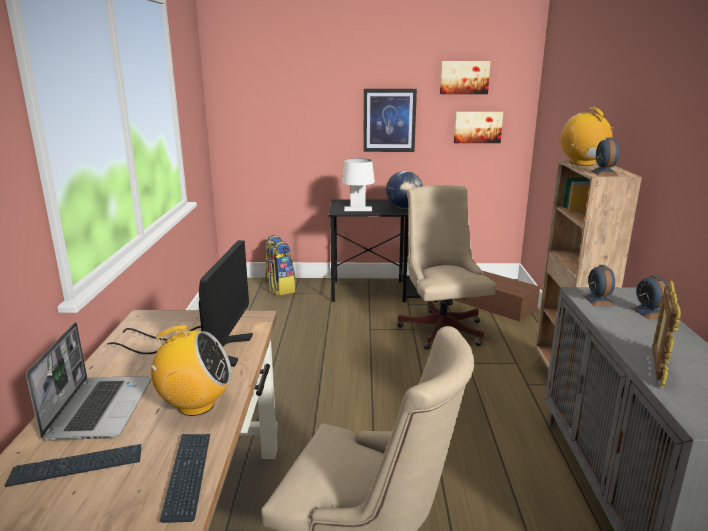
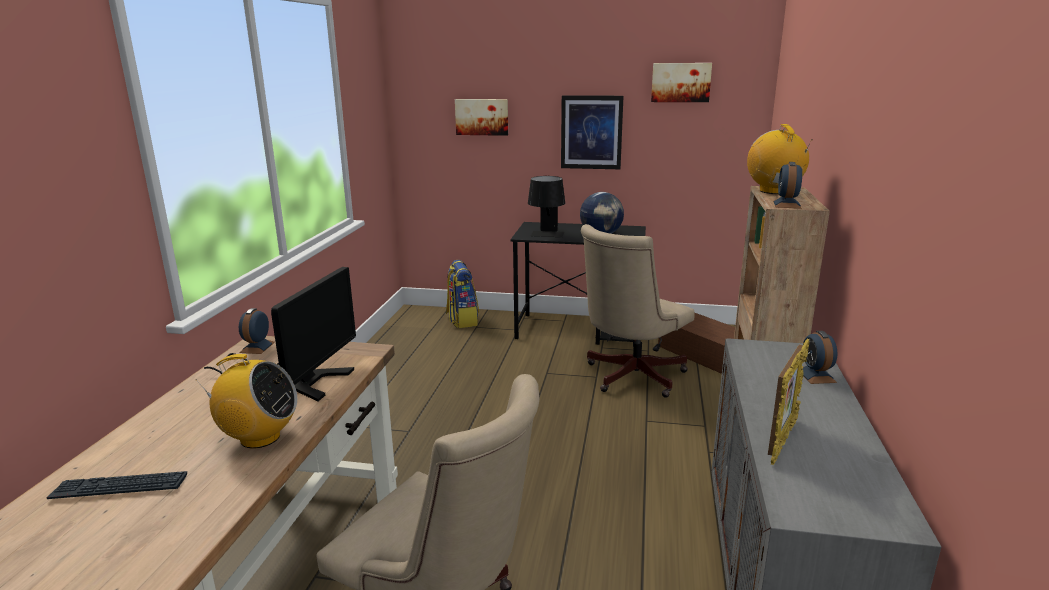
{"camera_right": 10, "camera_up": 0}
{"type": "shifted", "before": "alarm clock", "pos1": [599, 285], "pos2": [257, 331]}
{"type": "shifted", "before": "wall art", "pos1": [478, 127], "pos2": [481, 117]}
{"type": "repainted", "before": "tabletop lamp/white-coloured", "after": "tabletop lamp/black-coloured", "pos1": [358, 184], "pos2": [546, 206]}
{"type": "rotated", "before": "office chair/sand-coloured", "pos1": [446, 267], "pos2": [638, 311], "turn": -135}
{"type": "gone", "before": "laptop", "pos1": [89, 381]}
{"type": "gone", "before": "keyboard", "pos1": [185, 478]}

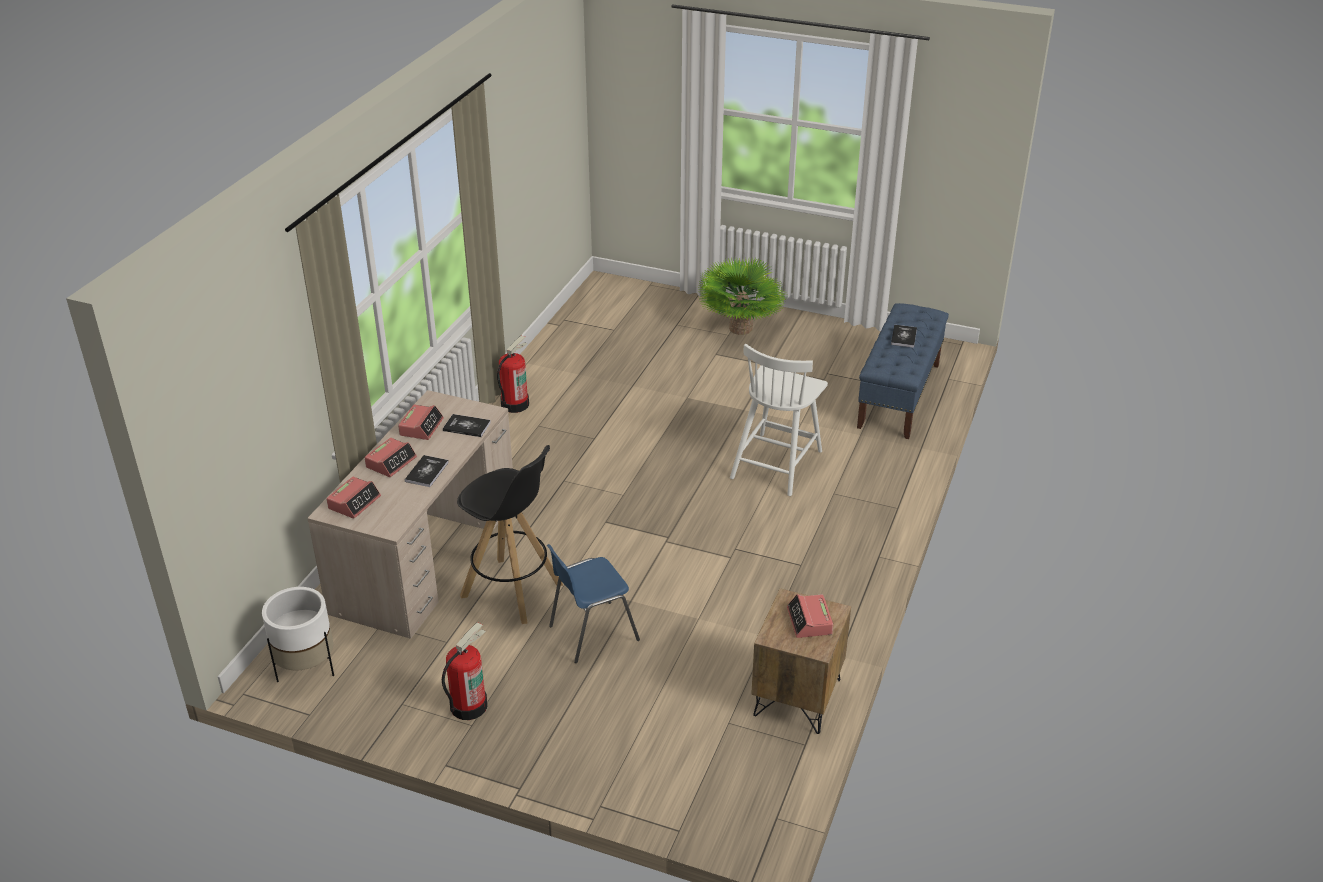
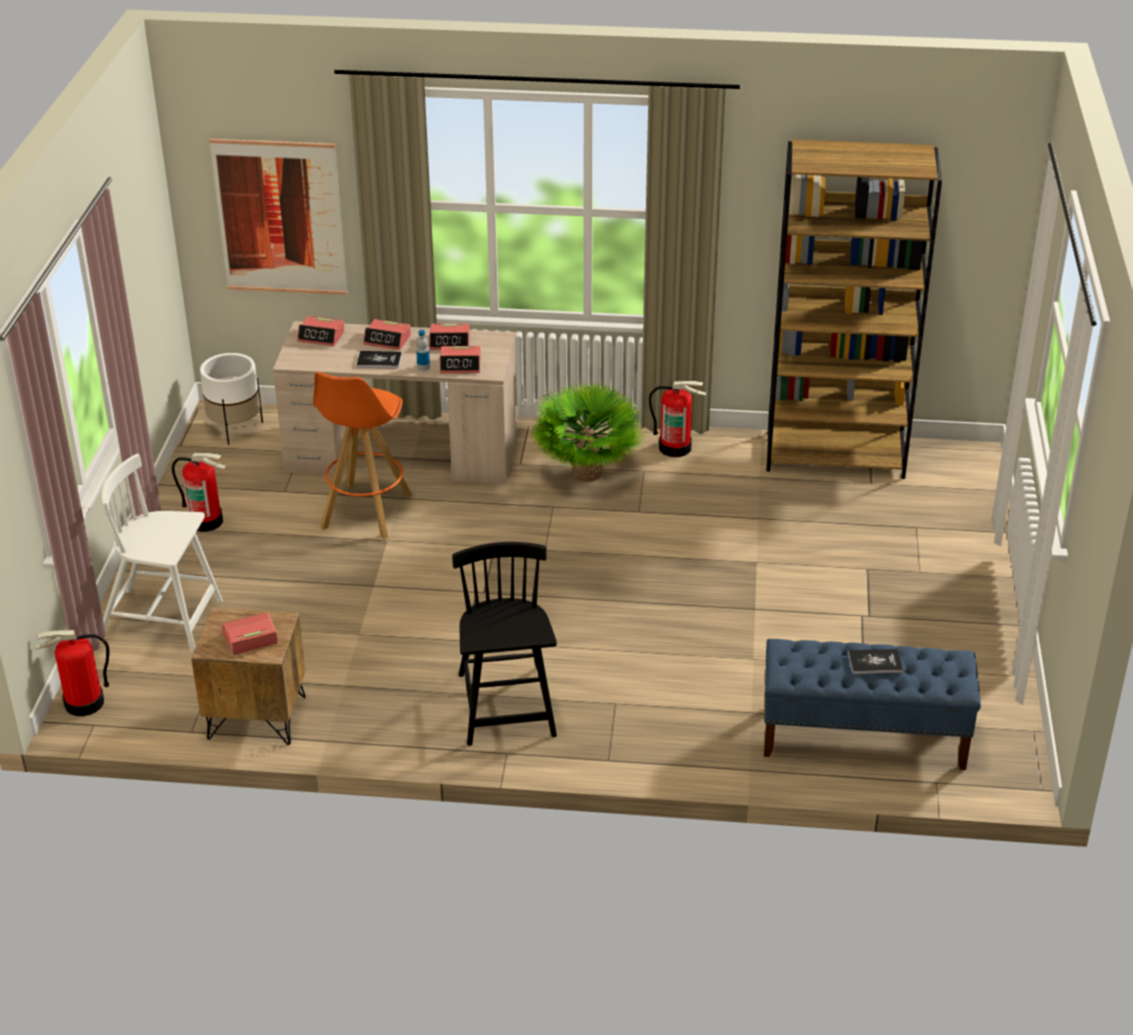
{"camera_right": 75, "camera_up": 0}
{"type": "new", "after": "fire-fighting cylinder", "pos2": [72, 673]}
{"type": "shifted", "before": "plain chair/white-coloured", "pos1": [779, 420], "pos2": [162, 553]}
{"type": "new", "after": "wall art", "pos2": [278, 217]}
{"type": "repainted", "before": "stool seat/black-coloured", "after": "stool seat/orangey", "pos1": [510, 534], "pos2": [363, 456]}
{"type": "new", "after": "bottle", "pos2": [423, 350]}
{"type": "swapped", "before": "bound book", "after": "alarm clock", "pos1": [467, 425], "pos2": [460, 359]}
{"type": "new", "after": "plain chair/black-coloured", "pos2": [504, 644]}
{"type": "shifted", "before": "potted plant", "pos1": [742, 296], "pos2": [588, 432]}
{"type": "new", "after": "bookshelf/brownish", "pos2": [854, 309]}
{"type": "gone", "before": "plain chair/blue-coloured", "pos1": [593, 603]}

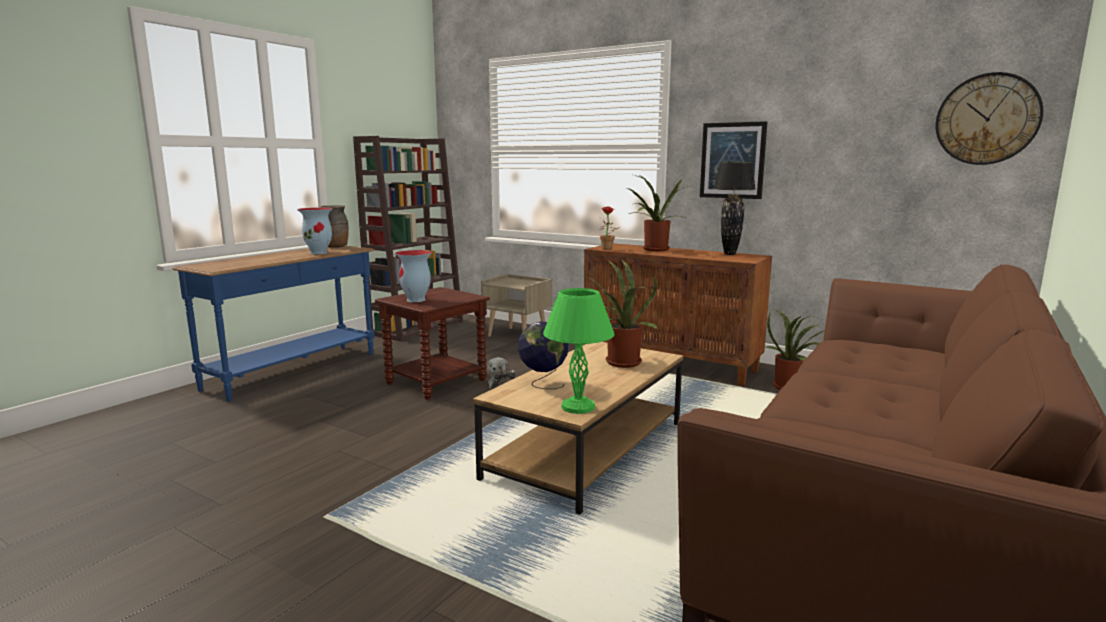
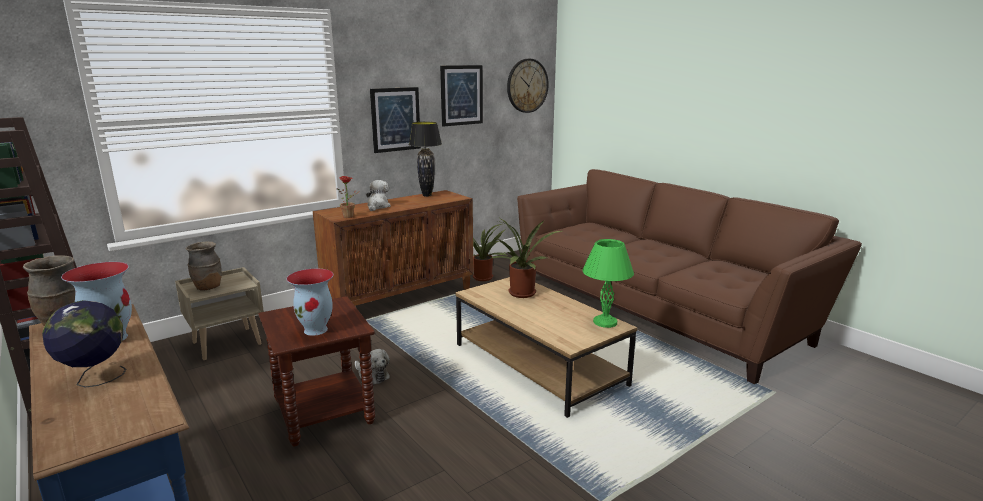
{"camera_right": -70, "camera_up": 5}
{"type": "shifted", "before": "globe", "pos1": [543, 355], "pos2": [84, 344]}
{"type": "new", "after": "decorative vase/brownish", "pos2": [204, 265]}
{"type": "swapped", "before": "potted plant", "after": "soft toy", "pos1": [658, 213], "pos2": [378, 195]}
{"type": "new", "after": "wall art", "pos2": [461, 96]}

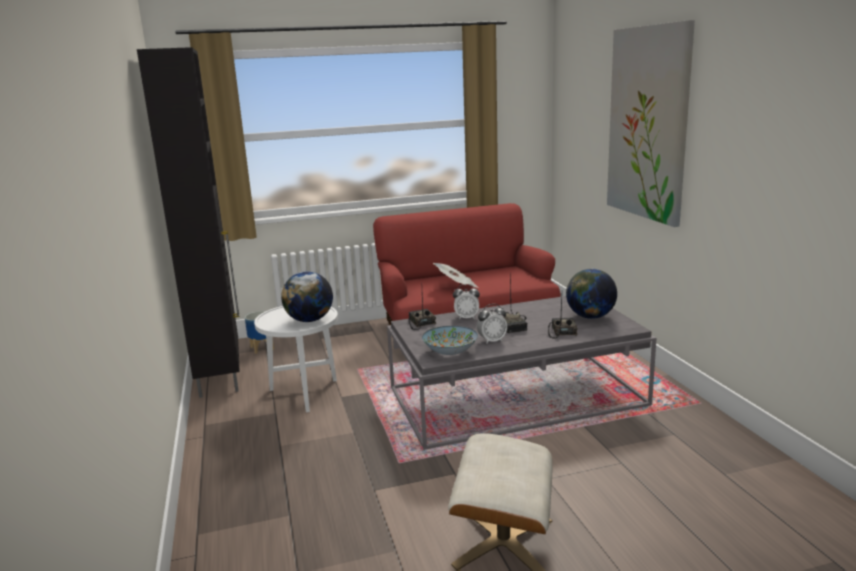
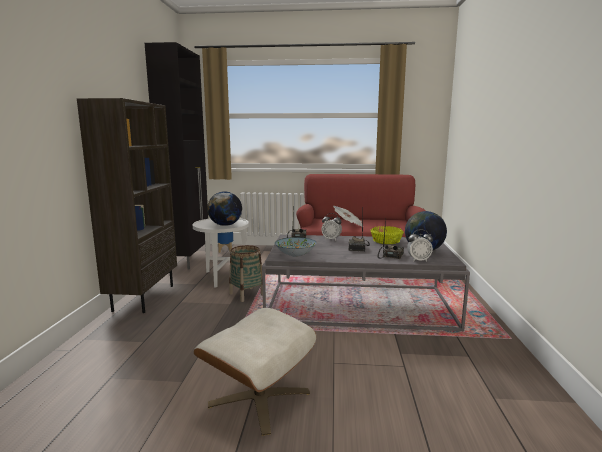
{"camera_right": 20, "camera_up": -5}
{"type": "new", "after": "bookshelf/brownish", "pos2": [127, 205]}
{"type": "new", "after": "storage basket", "pos2": [246, 273]}
{"type": "new", "after": "serving bowl/yellowish", "pos2": [387, 235]}
{"type": "shifted", "before": "alarm clock", "pos1": [492, 324], "pos2": [420, 245]}
{"type": "gone", "before": "wall art", "pos1": [651, 123]}

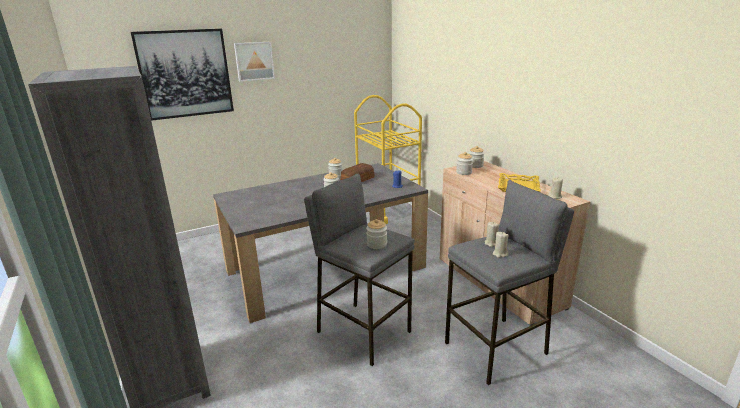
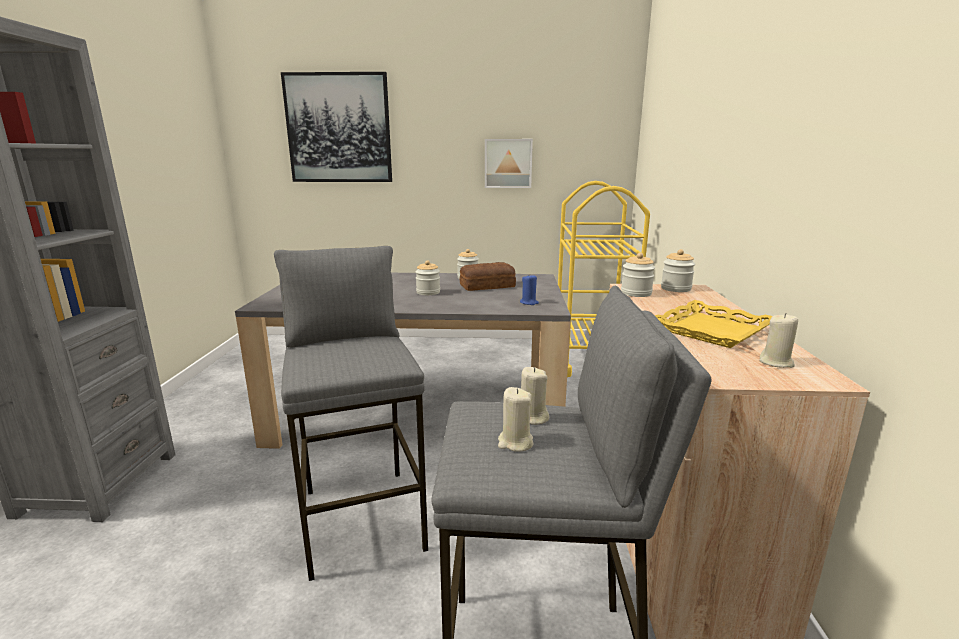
{"camera_right": 30, "camera_up": -5}
{"type": "shifted", "before": "wall art", "pos1": [254, 62], "pos2": [509, 163]}
{"type": "gone", "before": "preserve jar", "pos1": [376, 234]}

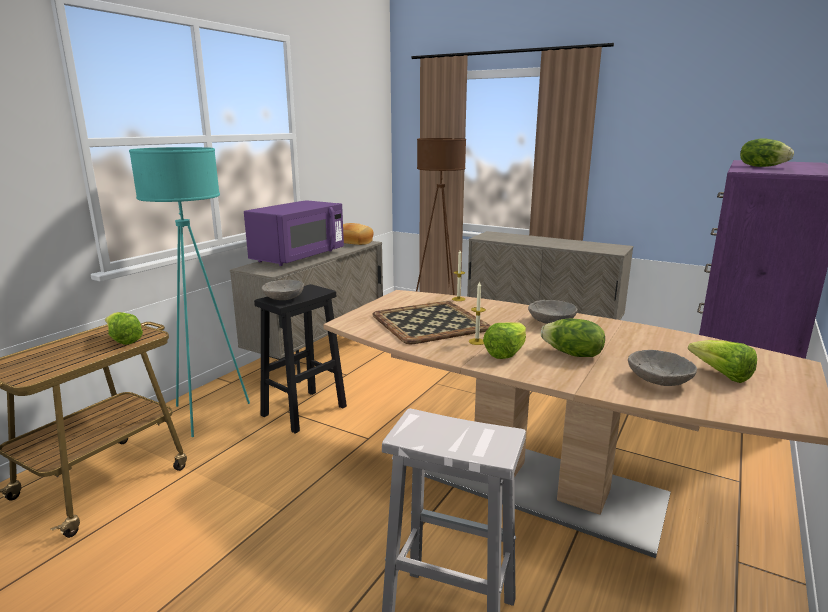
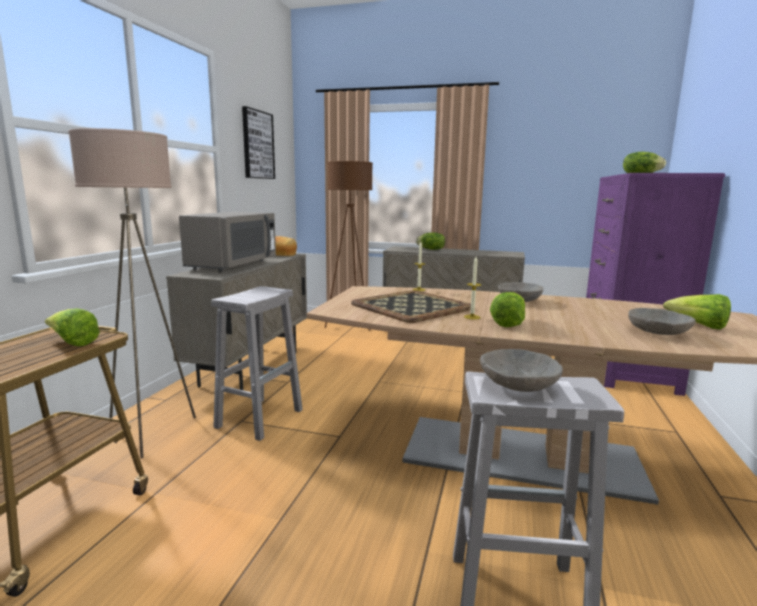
{"camera_right": -15, "camera_up": -5}
{"type": "repainted", "before": "standing lamp/turquoise", "after": "standing lamp/sand-coloured", "pos1": [189, 292], "pos2": [132, 293]}
{"type": "repainted", "before": "microwave oven/purple-coloured", "after": "microwave oven/greyish", "pos1": [294, 233], "pos2": [227, 242]}
{"type": "repainted", "before": "stool seat/black-coloured", "after": "stool seat/white-coloured", "pos1": [300, 359], "pos2": [257, 363]}
{"type": "new", "after": "wall art", "pos2": [258, 142]}
{"type": "shifted", "before": "lettuce head", "pos1": [573, 338], "pos2": [430, 241]}
{"type": "shifted", "before": "serving bowl/greyish", "pos1": [283, 290], "pos2": [521, 370]}

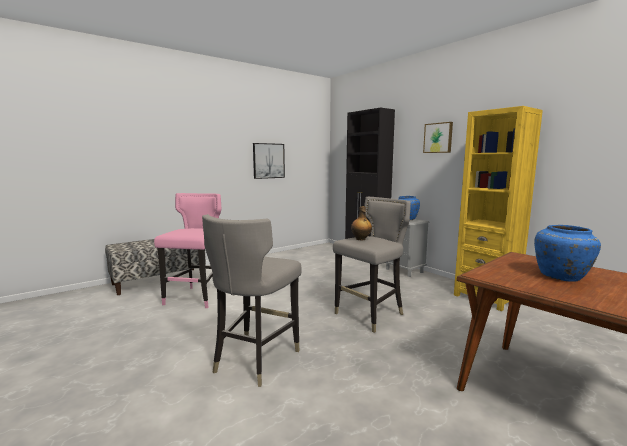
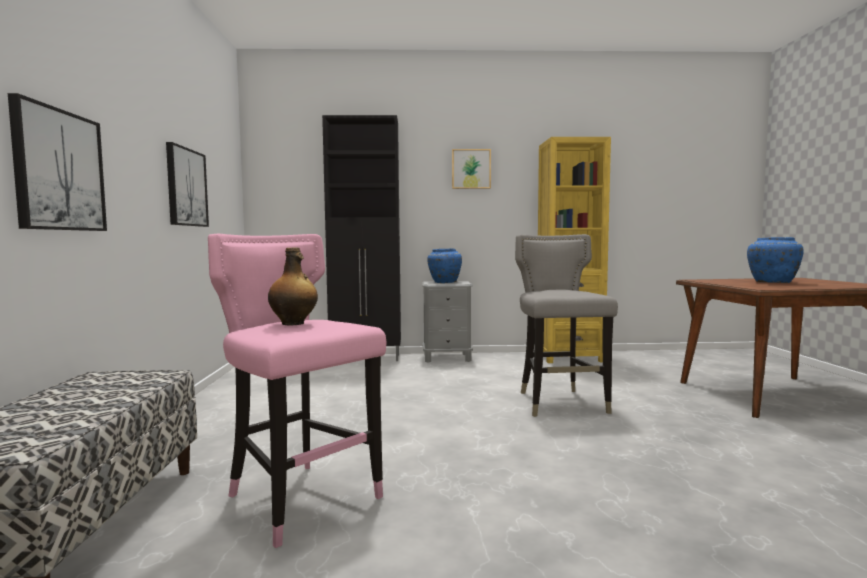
{"camera_right": -55, "camera_up": -5}
{"type": "new", "after": "wall art", "pos2": [57, 162]}
{"type": "shifted", "before": "bottle", "pos1": [361, 223], "pos2": [293, 286]}
{"type": "gone", "before": "stool seat/greyish", "pos1": [252, 300]}

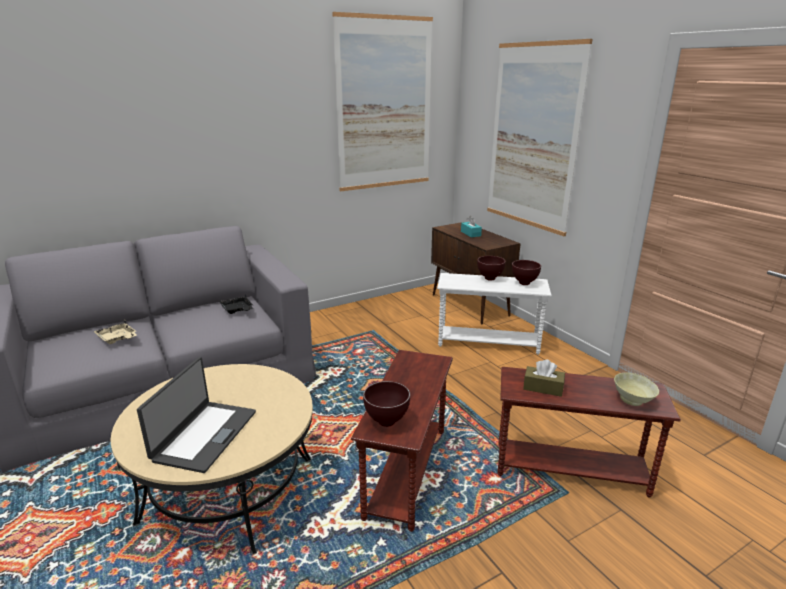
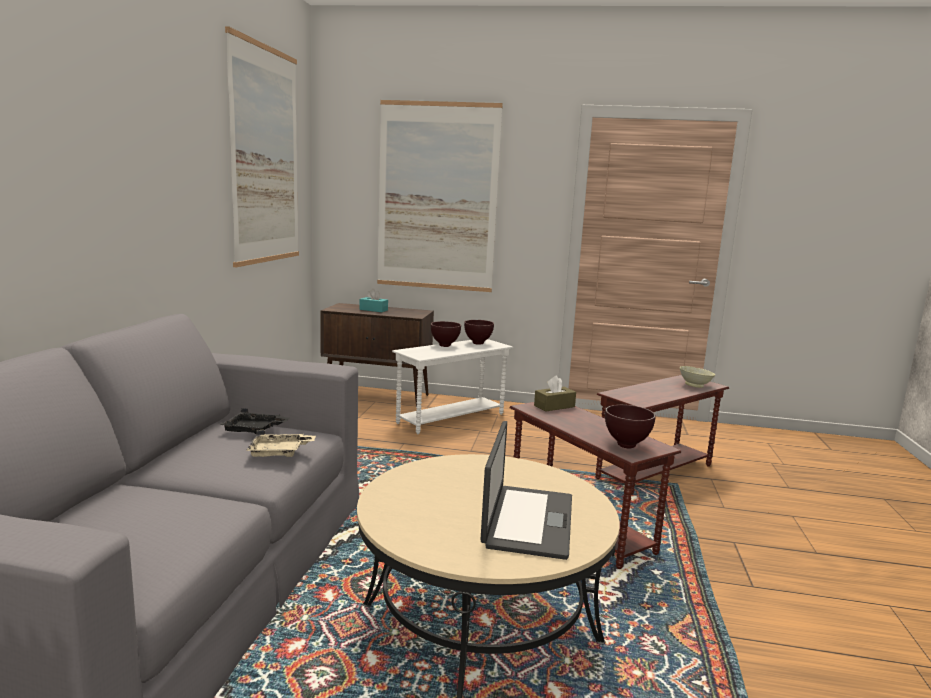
{"camera_right": -50, "camera_up": -10}
{"type": "shifted", "before": "carrying tray/sand-coloured", "pos1": [115, 332], "pos2": [281, 443]}
{"type": "rotated", "before": "laptop", "pos1": [196, 415], "pos2": [526, 490], "turn": 45}
{"type": "shifted", "before": "tissue box/brownish", "pos1": [544, 378], "pos2": [555, 393]}

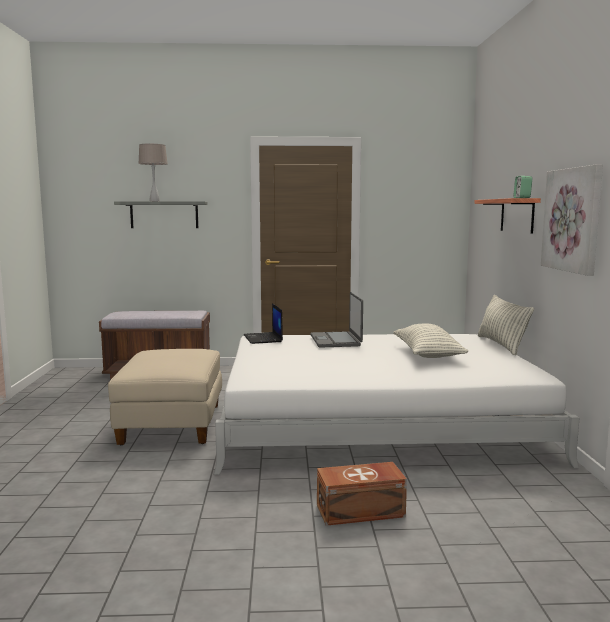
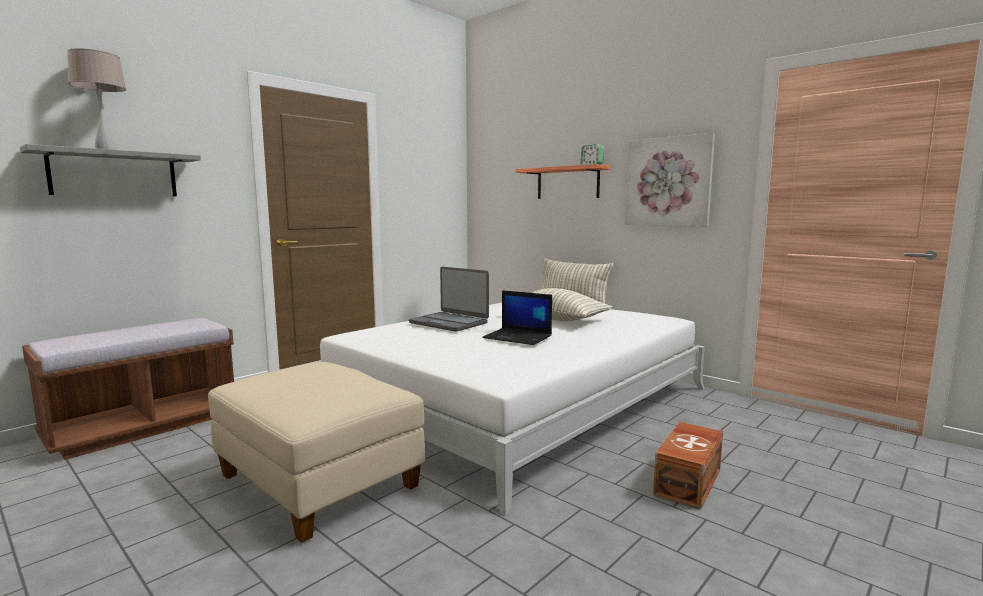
{"camera_right": -45, "camera_up": 0}
{"type": "shifted", "before": "laptop", "pos1": [263, 323], "pos2": [517, 317]}

